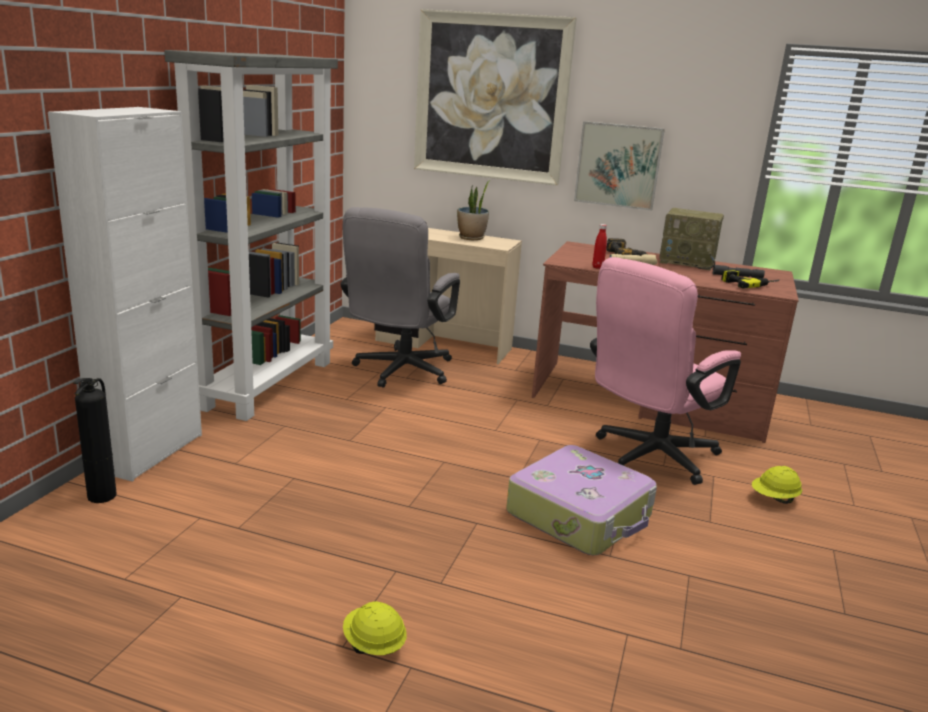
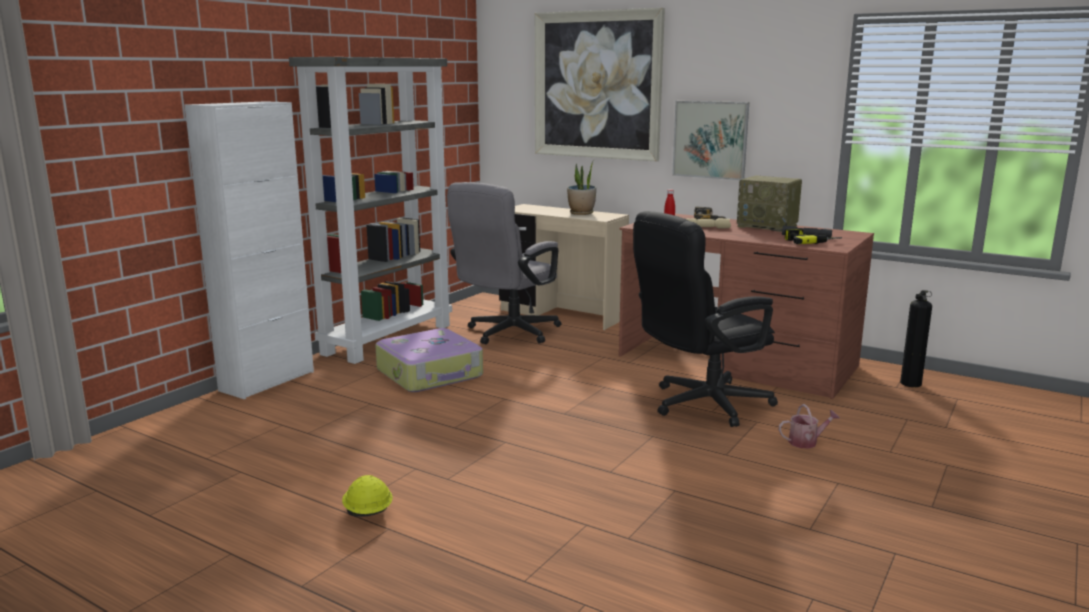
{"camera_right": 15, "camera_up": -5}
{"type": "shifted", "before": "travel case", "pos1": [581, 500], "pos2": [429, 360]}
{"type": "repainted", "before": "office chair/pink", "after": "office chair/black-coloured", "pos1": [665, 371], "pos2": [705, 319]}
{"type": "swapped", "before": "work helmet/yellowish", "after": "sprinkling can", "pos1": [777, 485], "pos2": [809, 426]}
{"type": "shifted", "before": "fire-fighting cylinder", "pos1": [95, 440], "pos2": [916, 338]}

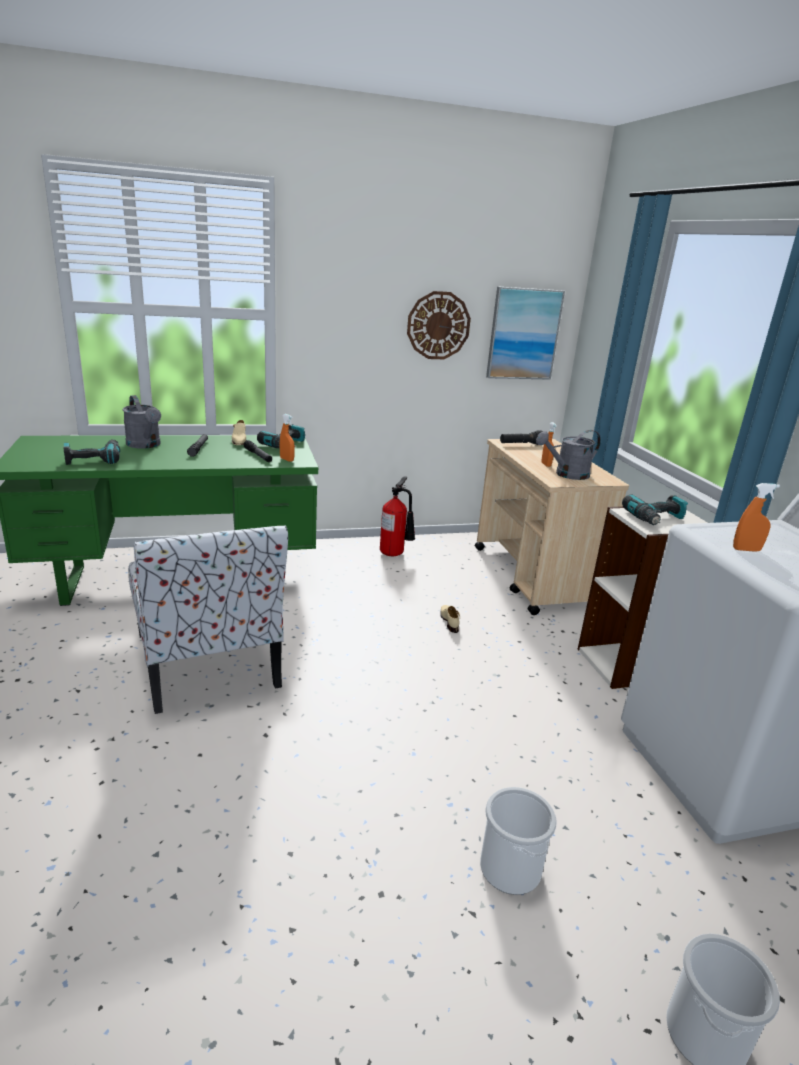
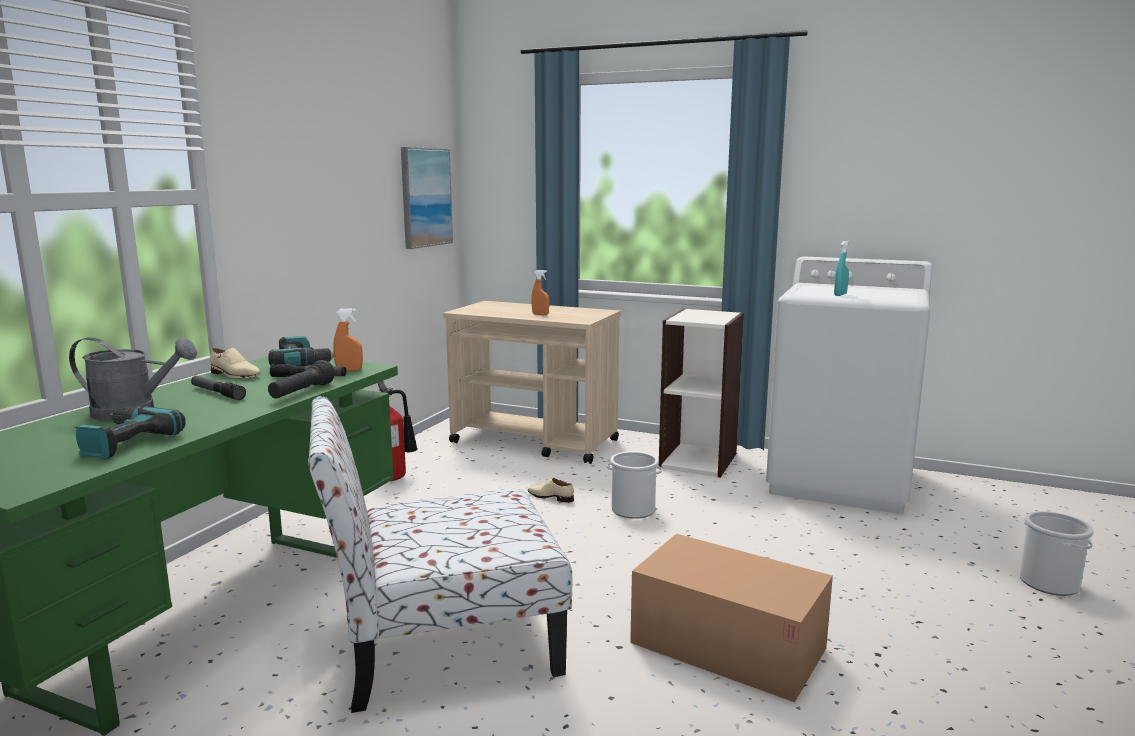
{"camera_right": -50, "camera_up": -10}
{"type": "shifted", "before": "torch/black-coloured", "pos1": [521, 437], "pos2": [301, 379]}
{"type": "rotated", "before": "plain chair", "pos1": [208, 619], "pos2": [440, 554], "turn": 150}
{"type": "shifted", "before": "pail", "pos1": [518, 841], "pos2": [634, 485]}
{"type": "new", "after": "carton", "pos2": [731, 618]}
{"type": "repainted", "before": "sprayer/orangey", "after": "sprayer/turquoise", "pos1": [756, 517], "pos2": [841, 268]}
{"type": "gone", "before": "hanging clock", "pos1": [439, 325]}
{"type": "gone", "before": "sprinkling can/greyish", "pos1": [568, 455]}
{"type": "gone", "before": "drill", "pos1": [655, 510]}

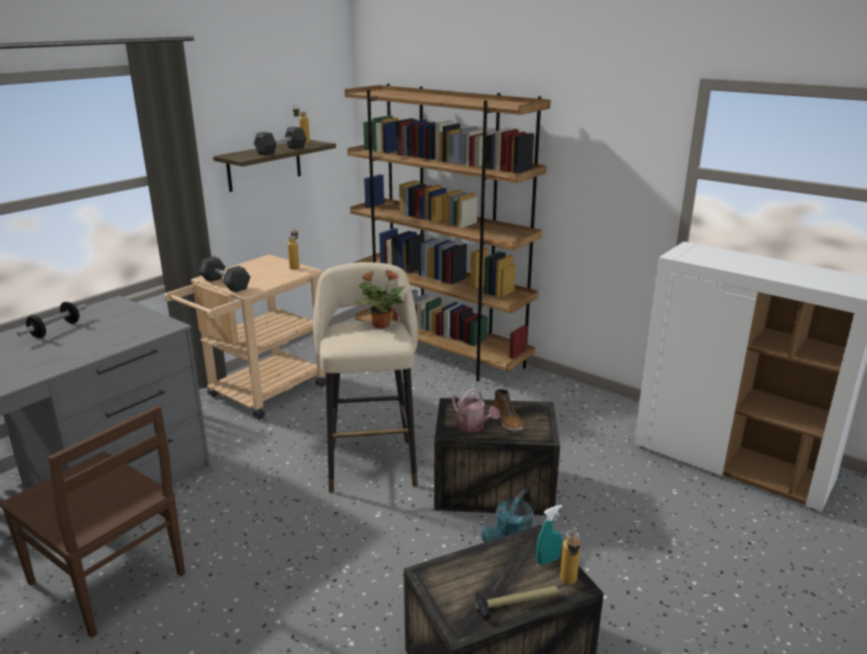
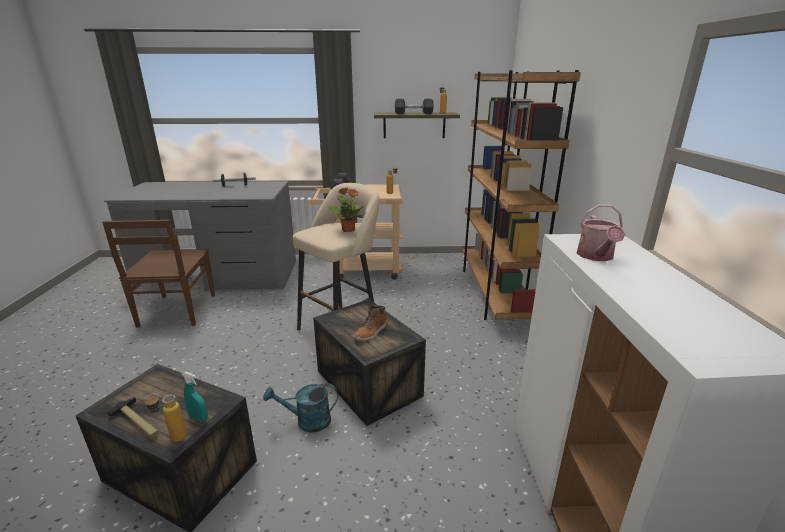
{"camera_right": 50, "camera_up": 0}
{"type": "shifted", "before": "sprinkling can", "pos1": [476, 410], "pos2": [600, 232]}

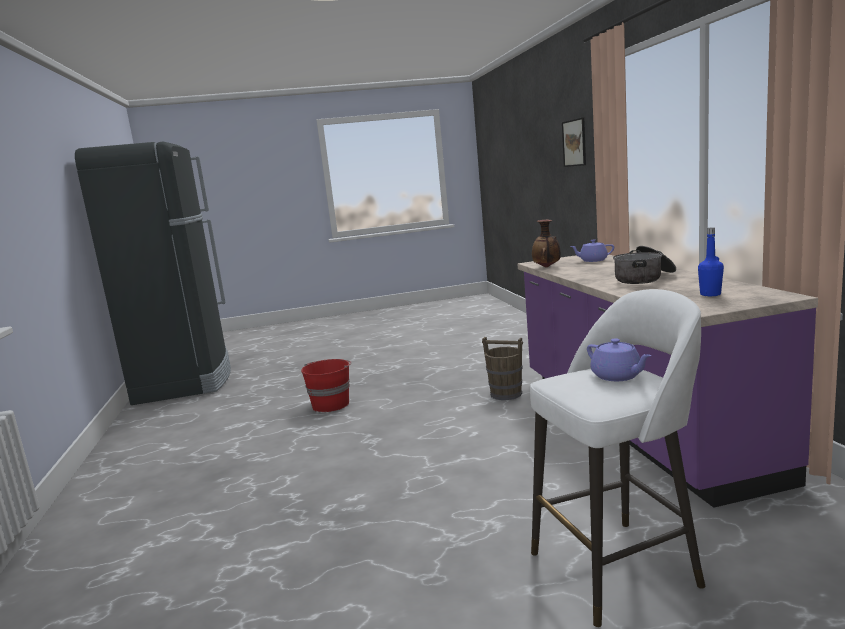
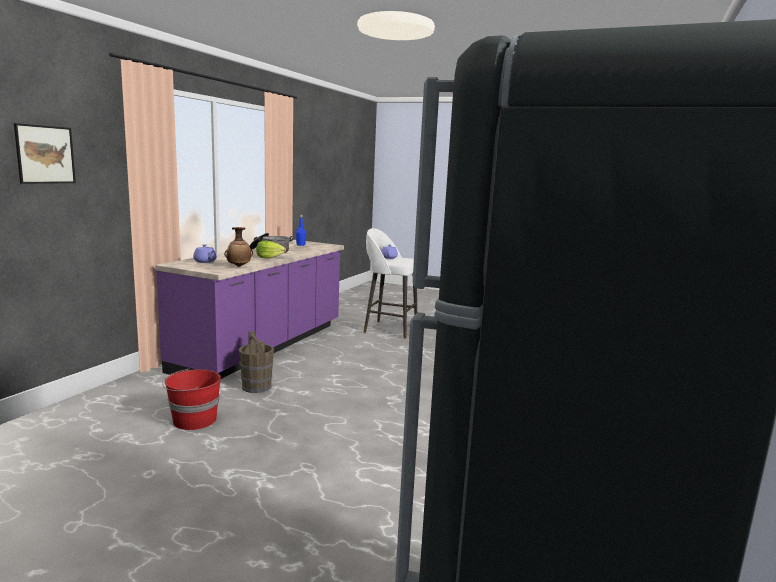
{"camera_right": -145, "camera_up": 0}
{"type": "shifted", "before": "pail/red", "pos1": [326, 385], "pos2": [191, 399]}
{"type": "new", "after": "lettuce head", "pos2": [271, 249]}

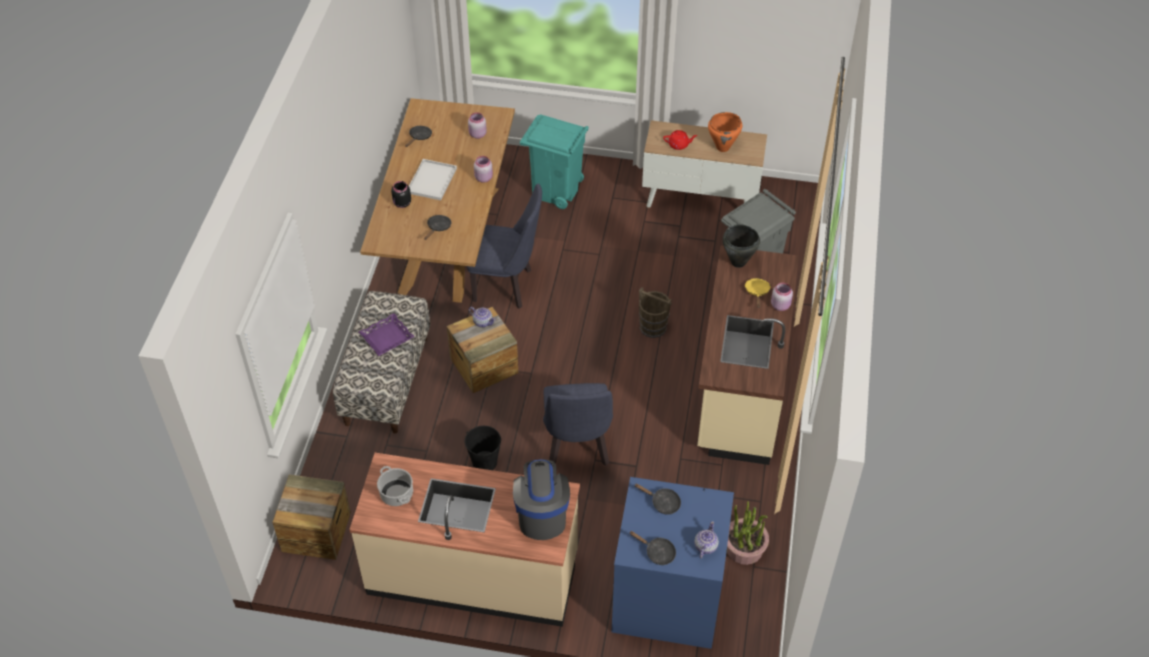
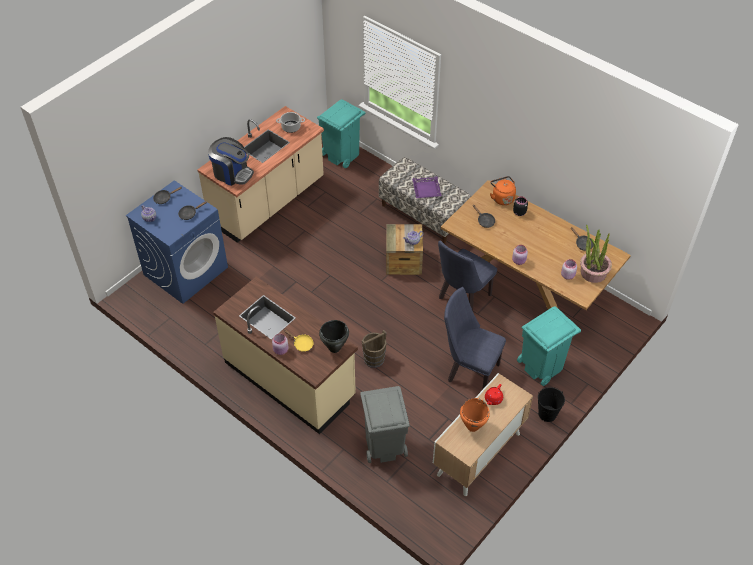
{"camera_right": 120, "camera_up": 0}
{"type": "swapped", "before": "crate", "after": "waste bin/turquoise", "pos1": [311, 517], "pos2": [341, 133]}
{"type": "shifted", "before": "plain chair/blue-coloured", "pos1": [578, 425], "pos2": [475, 338]}
{"type": "new", "after": "water kettle/orangey", "pos2": [503, 190]}
{"type": "shifted", "before": "pail/black-coloured", "pos1": [482, 448], "pos2": [551, 404]}
{"type": "shifted", "before": "potted plant", "pos1": [748, 533], "pos2": [596, 254]}
{"type": "gone", "before": "carrying tray/white-coloured", "pos1": [433, 179]}

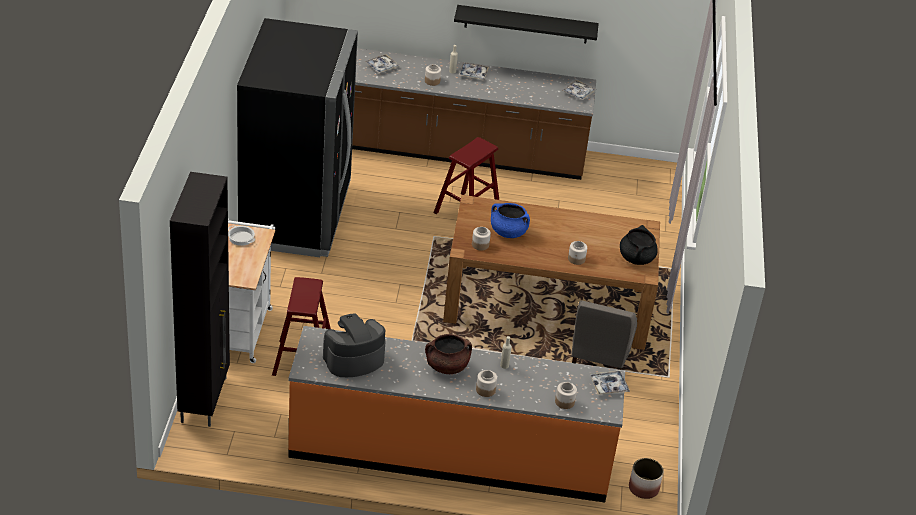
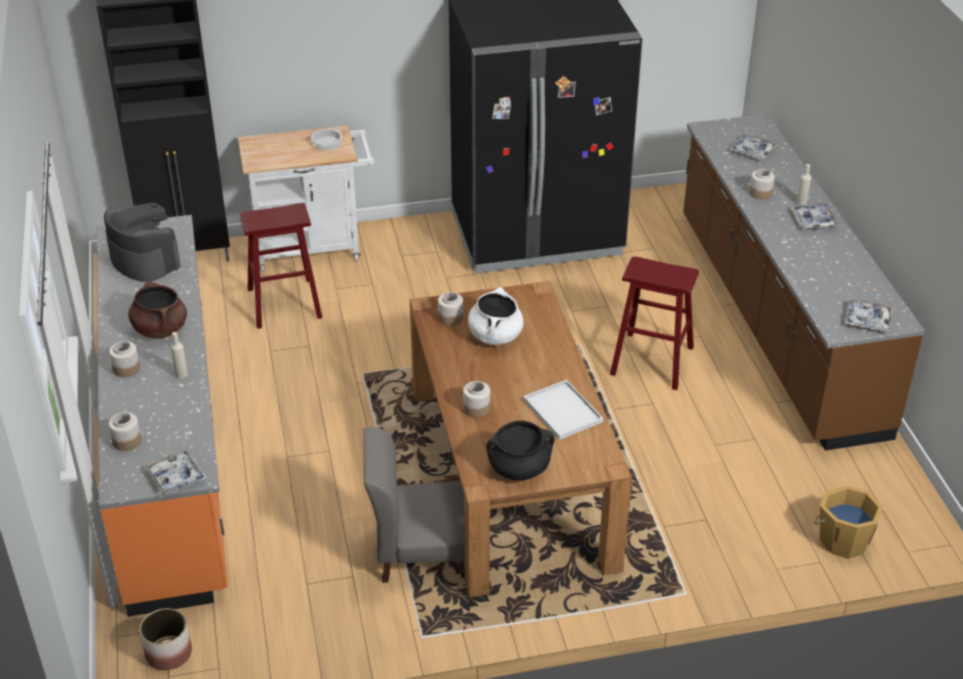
{"camera_right": 75, "camera_up": 0}
{"type": "repainted", "before": "cooking pot/blue-coloured", "after": "cooking pot/white-coloured", "pos1": [510, 220], "pos2": [495, 316]}
{"type": "new", "after": "carrying tray/white-coloured", "pos2": [563, 410]}
{"type": "new", "after": "pail/orangey", "pos2": [849, 522]}
{"type": "gone", "before": "bracket shelf/black-coloured", "pos1": [526, 24]}

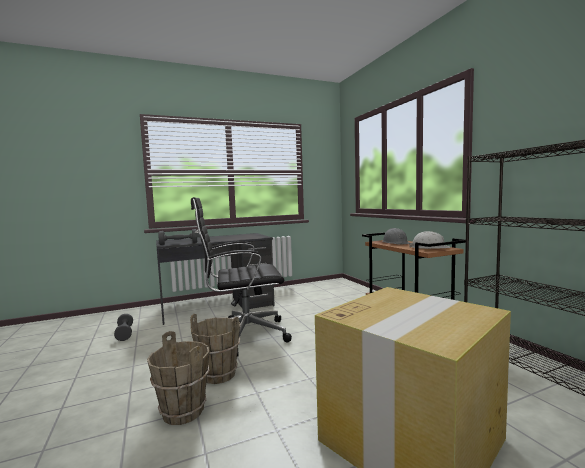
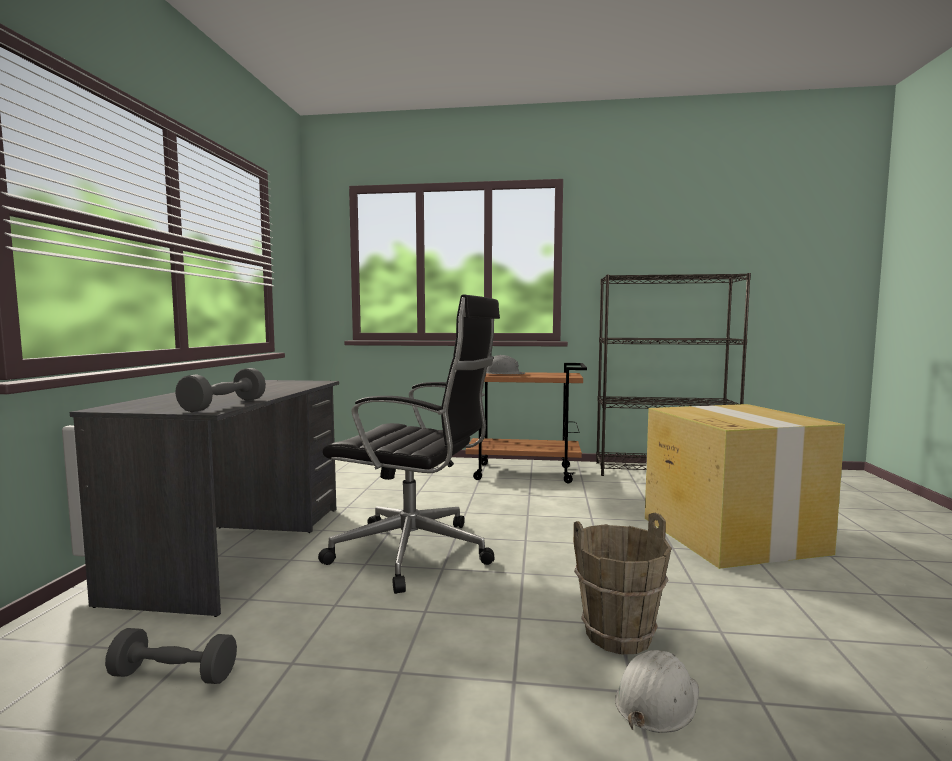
{"camera_right": -60, "camera_up": 0}
{"type": "rotated", "before": "office chair/black-coloured", "pos1": [241, 277], "pos2": [409, 444], "turn": -90}
{"type": "shifted", "before": "work helmet/white-coloured", "pos1": [430, 240], "pos2": [657, 691]}
{"type": "gone", "before": "pail/brownish", "pos1": [215, 349]}

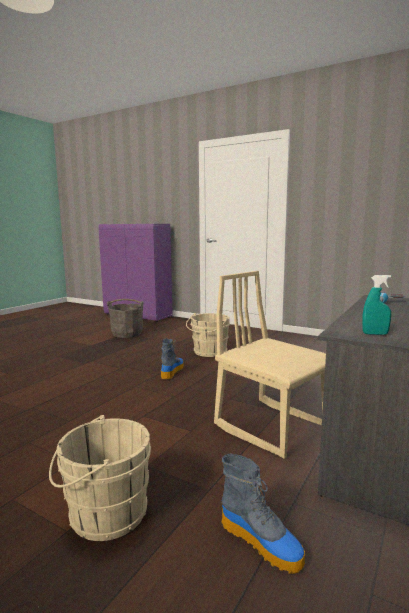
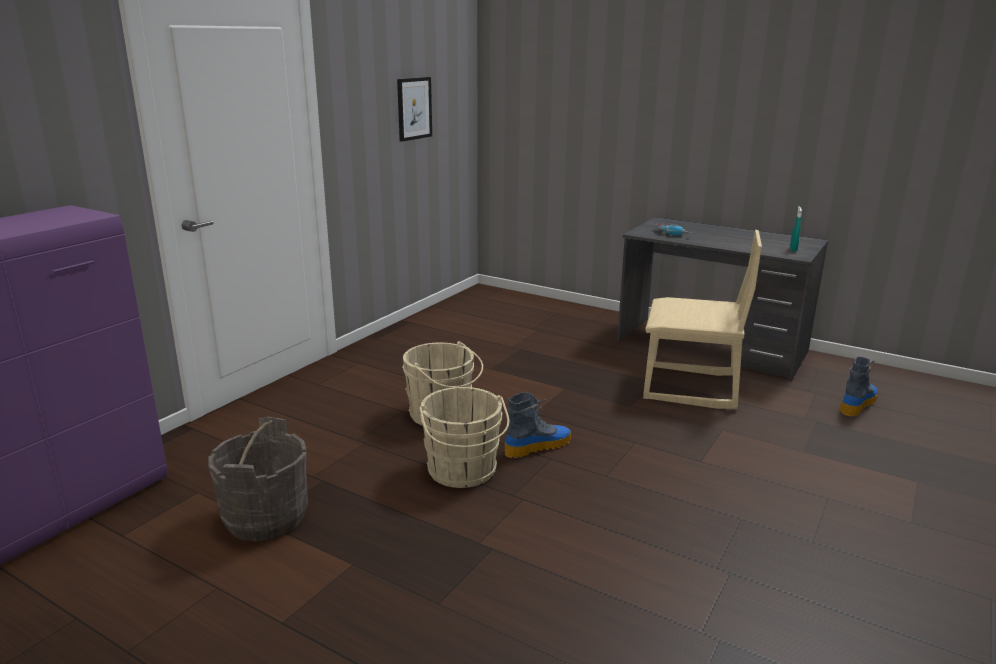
{"camera_right": -90, "camera_up": 10}
{"type": "new", "after": "wall art", "pos2": [414, 109]}
{"type": "shifted", "before": "pail/sand-coloured", "pos1": [100, 478], "pos2": [464, 437]}
{"type": "rotated", "before": "high-top boot", "pos1": [172, 359], "pos2": [537, 425], "turn": 135}
{"type": "rotated", "before": "plain chair/sand-coloured", "pos1": [270, 365], "pos2": [702, 319], "turn": -120}

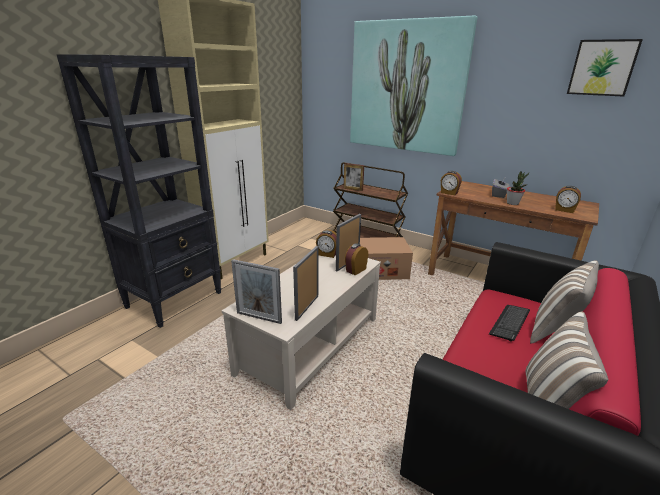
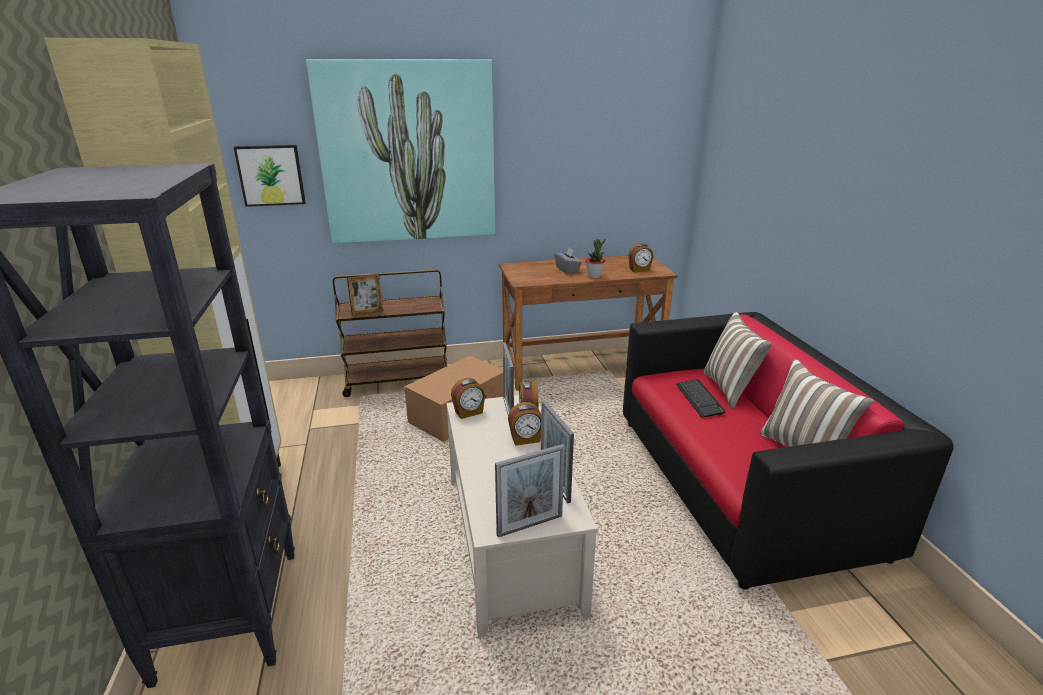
{"camera_right": -45, "camera_up": 0}
{"type": "shifted", "before": "wall art", "pos1": [605, 68], "pos2": [270, 176]}
{"type": "shifted", "before": "alarm clock", "pos1": [451, 183], "pos2": [524, 424]}

